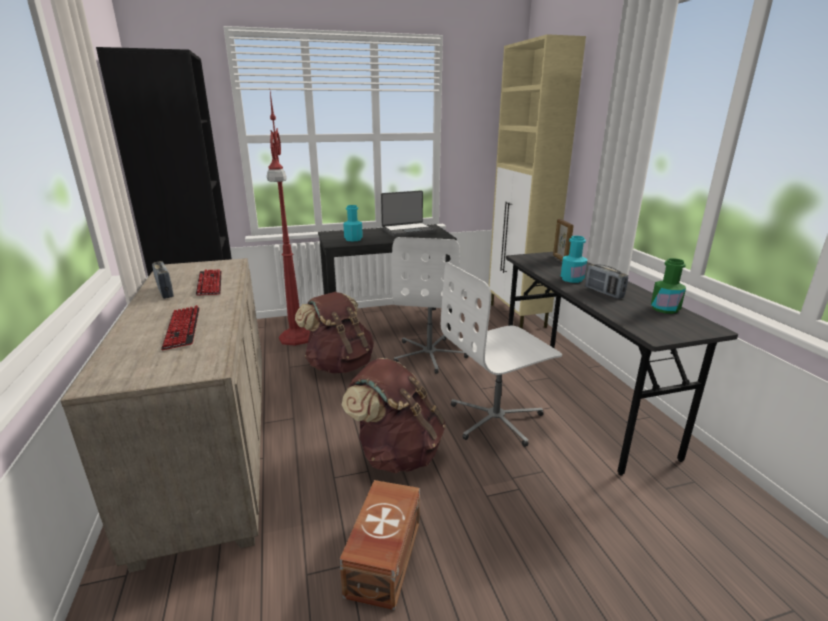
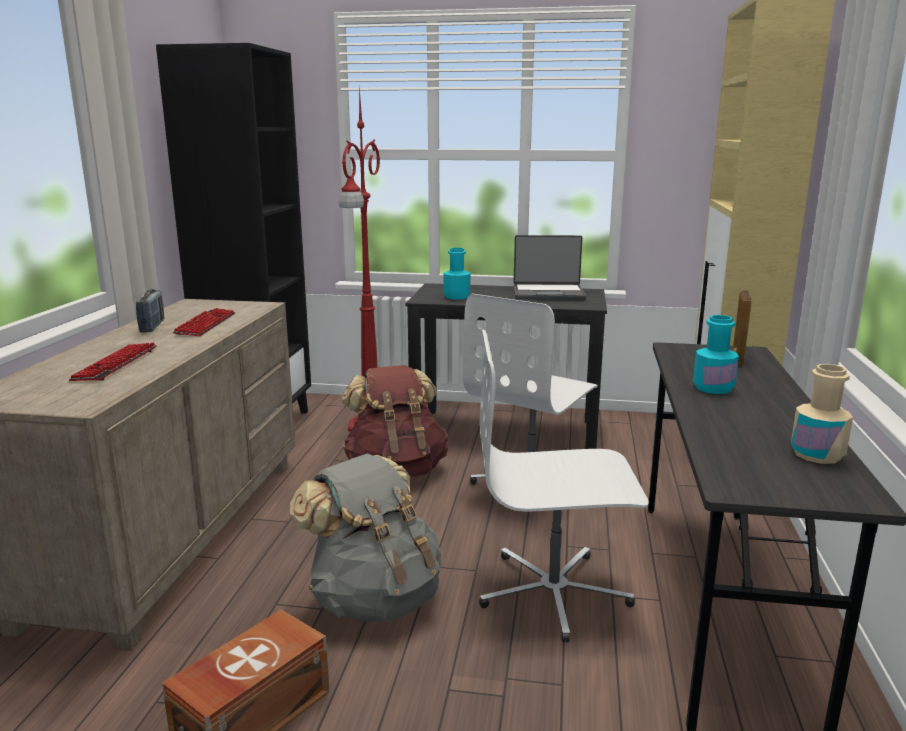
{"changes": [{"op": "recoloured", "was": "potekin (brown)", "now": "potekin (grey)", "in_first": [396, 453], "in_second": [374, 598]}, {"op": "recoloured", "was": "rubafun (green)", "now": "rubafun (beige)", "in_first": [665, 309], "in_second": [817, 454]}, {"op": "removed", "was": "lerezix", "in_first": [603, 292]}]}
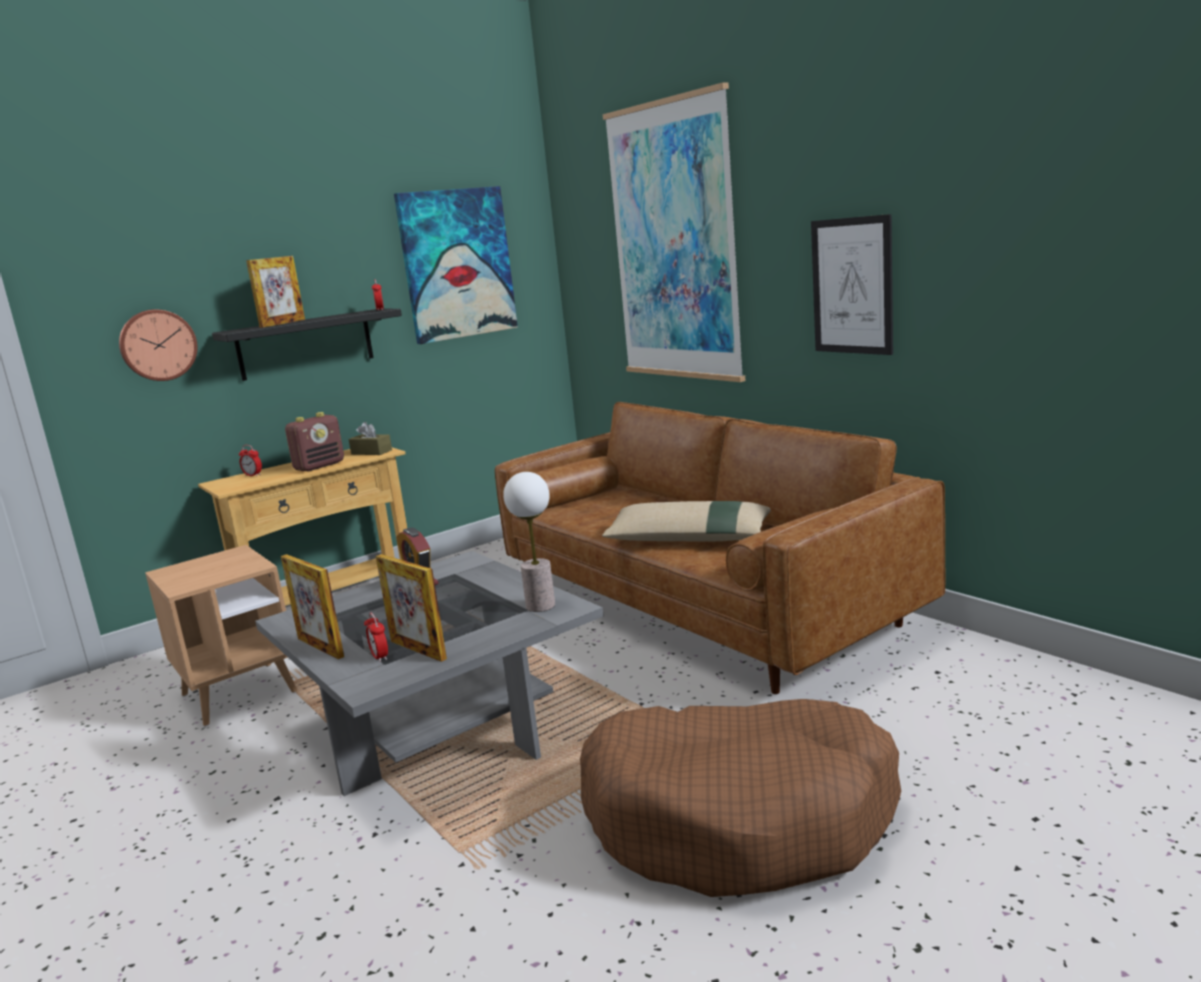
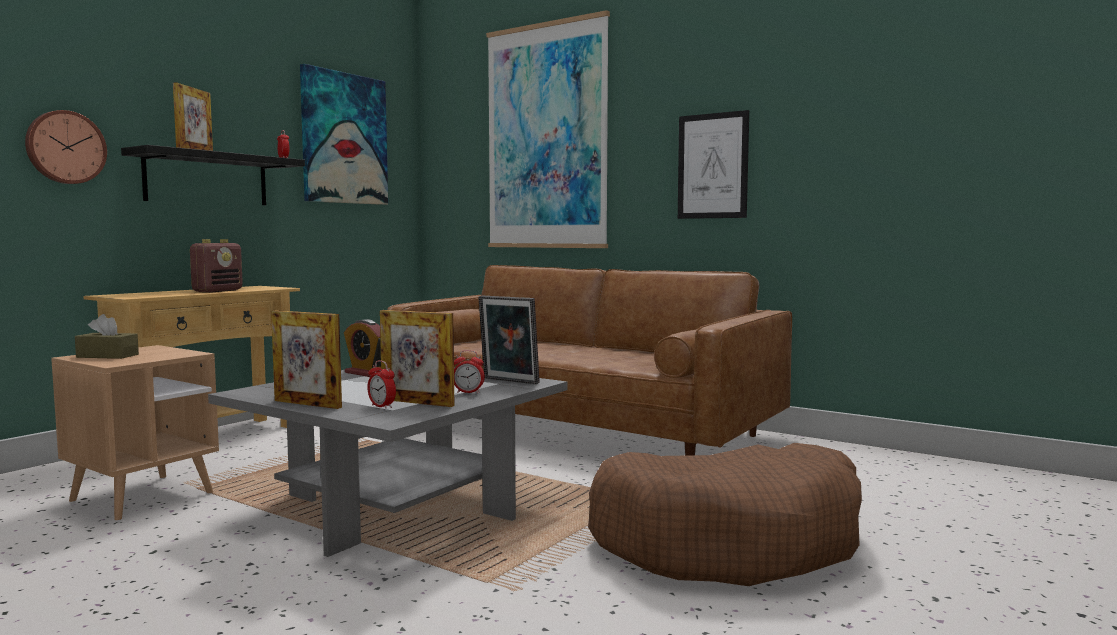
{"changes": [{"op": "moved", "was": "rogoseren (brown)", "in_first": [371, 452], "in_second": [107, 356]}, {"op": "moved", "was": "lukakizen", "in_first": [253, 475], "in_second": [468, 392]}, {"op": "replaced", "was": "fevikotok", "now": "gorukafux", "in_first": [541, 606], "in_second": [508, 381]}, {"op": "removed", "was": "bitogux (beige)", "in_first": [689, 538]}]}
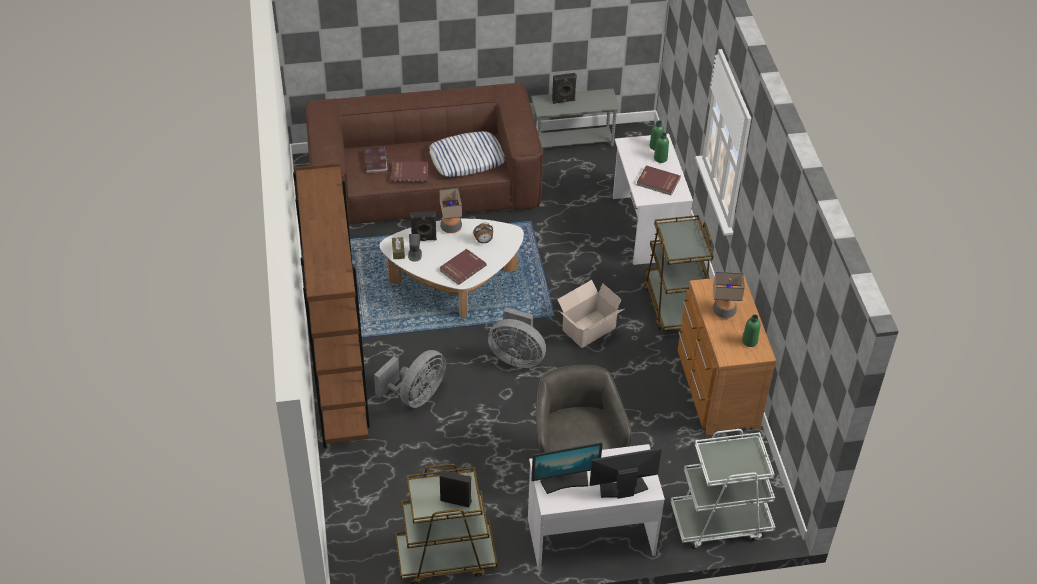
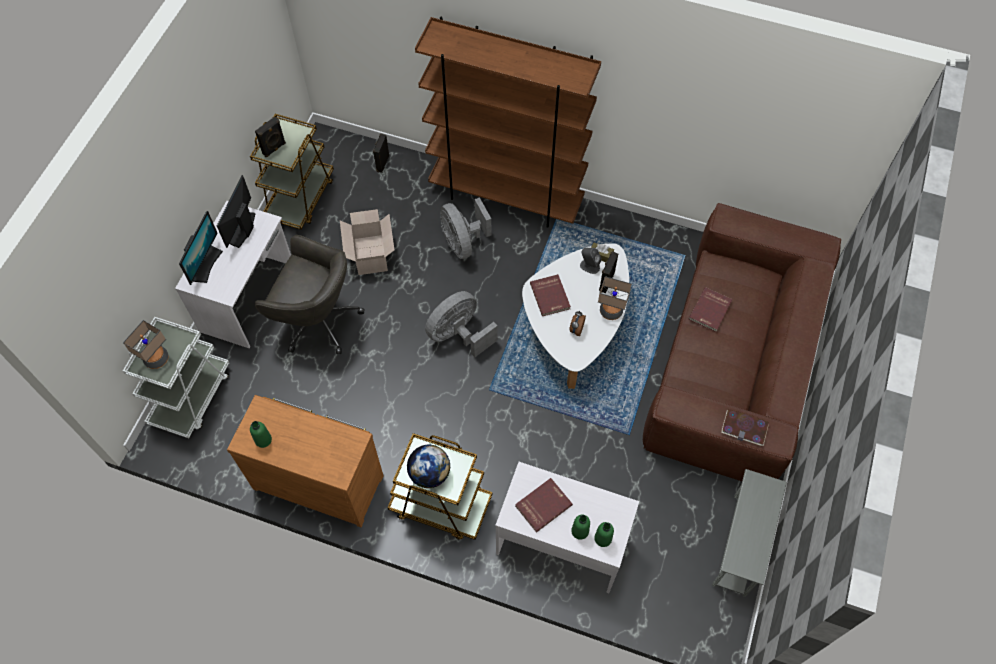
{"changes": [{"op": "moved", "was": "fevikotok", "in_first": [724, 311], "in_second": [156, 358]}, {"op": "moved", "was": "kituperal", "in_first": [587, 329], "in_second": [371, 253]}, {"op": "moved", "was": "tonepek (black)", "in_first": [563, 101], "in_second": [382, 163]}, {"op": "added", "now": "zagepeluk", "in_second": [430, 474]}, {"op": "moved", "was": "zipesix", "in_first": [375, 161], "in_second": [744, 428]}, {"op": "removed", "was": "bitogux", "in_first": [467, 159]}]}
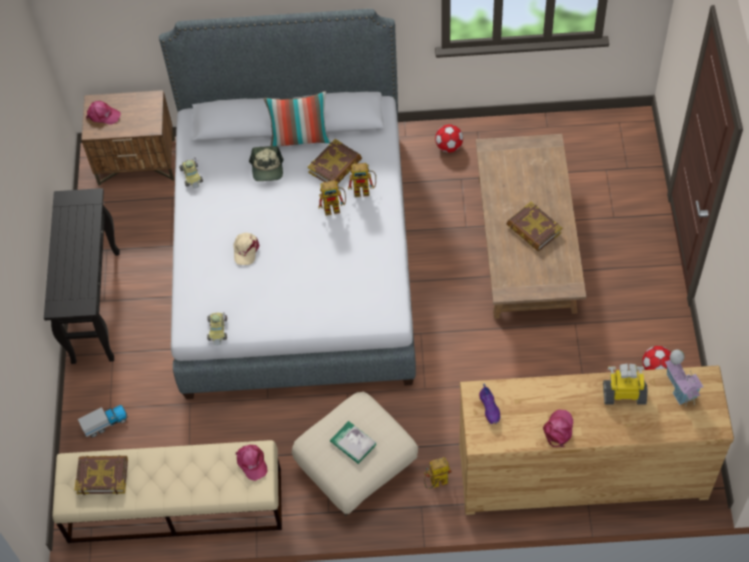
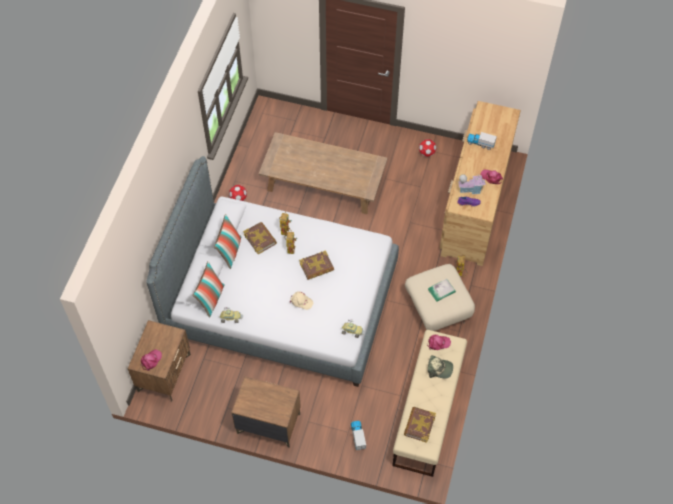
{"changes": [{"op": "added", "now": "bitogux", "in_second": [211, 299]}, {"op": "replaced", "was": "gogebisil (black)", "now": "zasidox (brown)", "in_first": [95, 305], "in_second": [268, 423]}, {"op": "moved", "was": "zipesix", "in_first": [533, 229], "in_second": [316, 267]}, {"op": "moved", "was": "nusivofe", "in_first": [267, 168], "in_second": [439, 369]}, {"op": "moved", "was": "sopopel", "in_first": [680, 388], "in_second": [470, 189]}, {"op": "replaced", "was": "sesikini", "now": "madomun", "in_first": [624, 393], "in_second": [480, 143]}]}
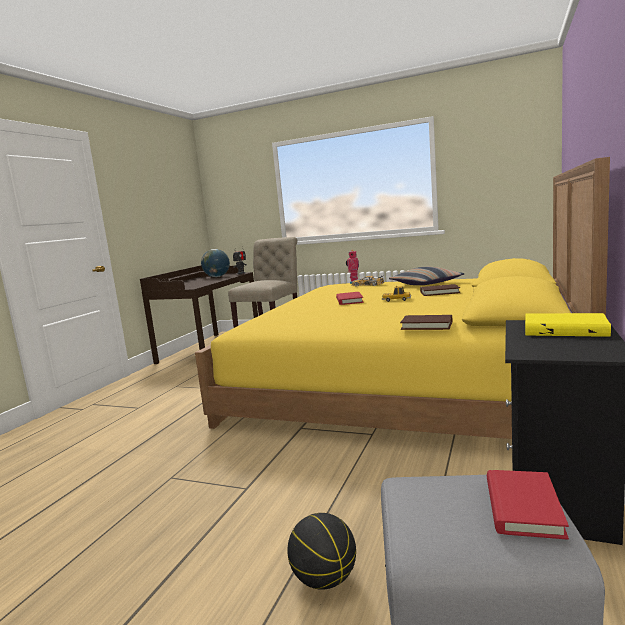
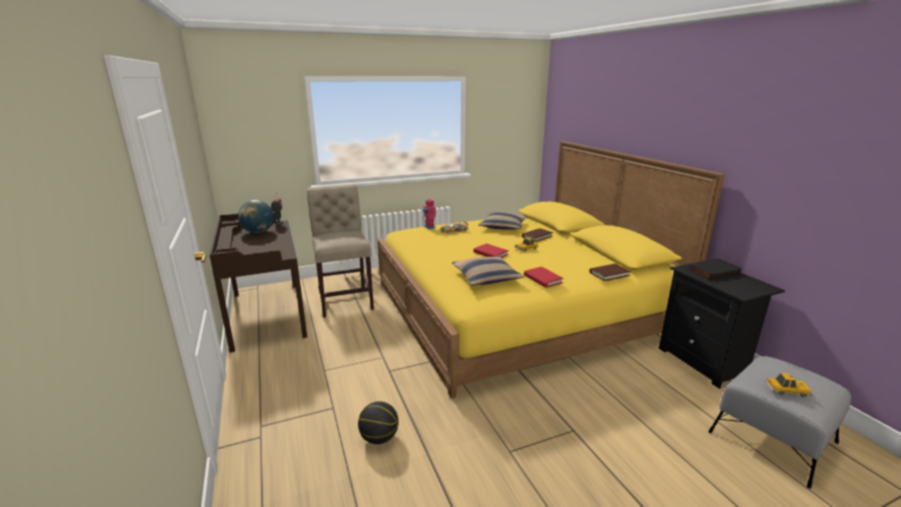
{"changes": [{"op": "moved", "was": "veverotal", "in_first": [324, 579], "in_second": [379, 438]}, {"op": "added", "now": "bitogux", "in_second": [486, 277]}, {"op": "moved", "was": "zipesix (red)", "in_first": [523, 507], "in_second": [543, 279]}, {"op": "recoloured", "was": "zipesix (yellow)", "now": "zipesix (black)", "in_first": [565, 329], "in_second": [712, 271]}, {"op": "added", "now": "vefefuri", "in_second": [787, 390]}]}
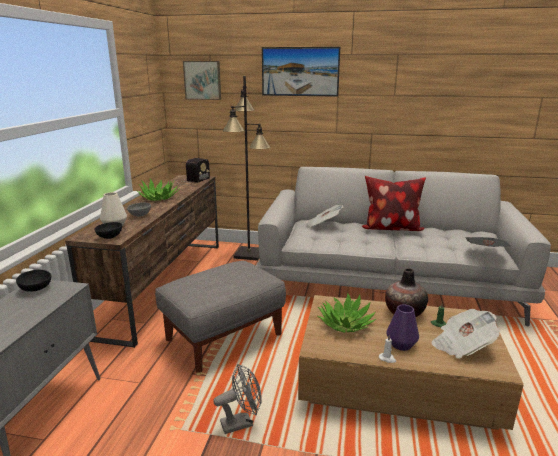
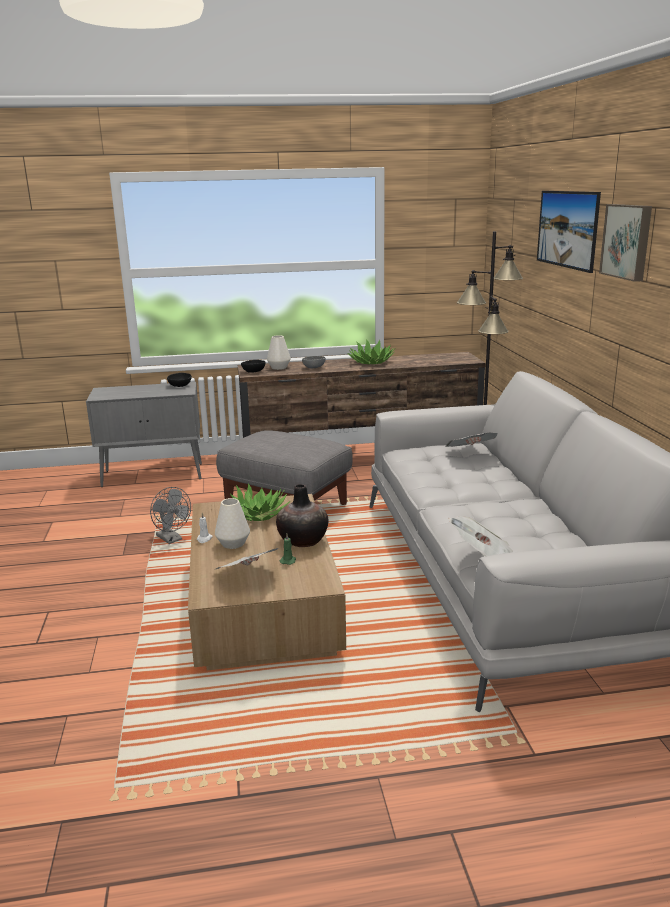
{"changes": [{"op": "recoloured", "was": "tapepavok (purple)", "now": "tapepavok (white)", "in_first": [401, 344], "in_second": [233, 543]}, {"op": "moved", "was": "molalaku", "in_first": [202, 80], "in_second": [628, 241]}, {"op": "removed", "was": "lerezix", "in_first": [192, 181]}, {"op": "removed", "was": "bitogux", "in_first": [391, 229]}]}
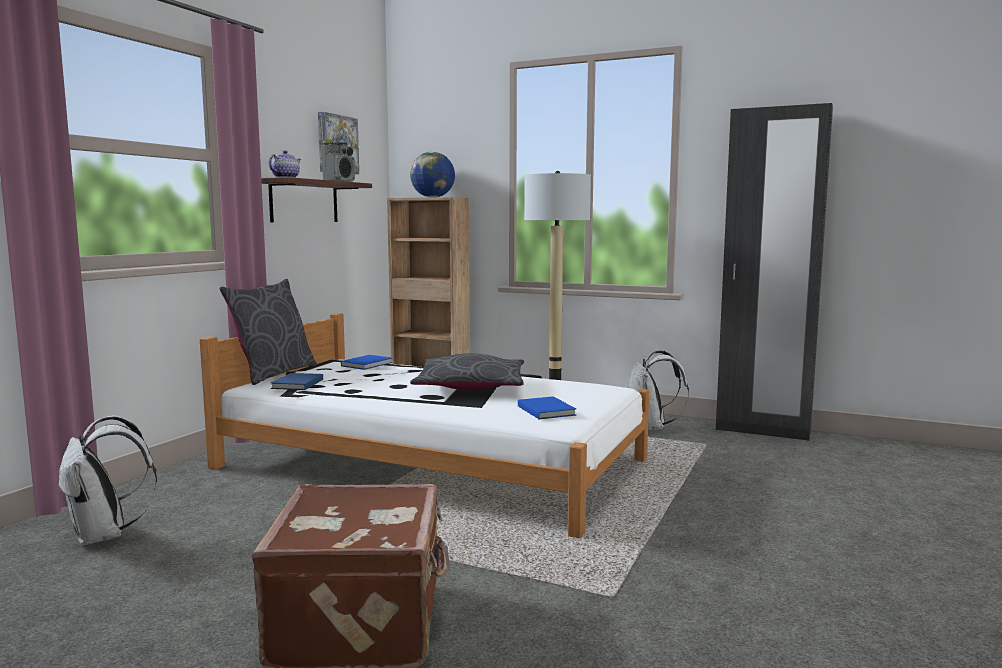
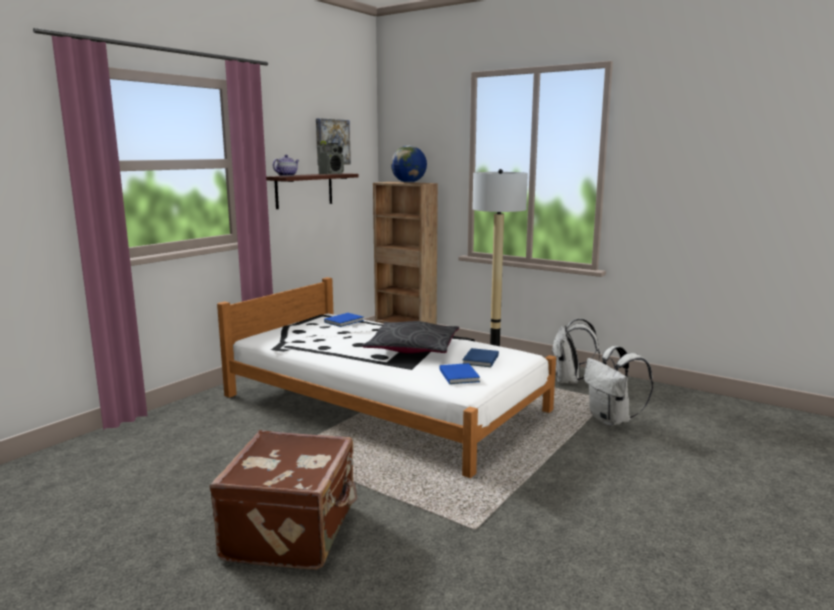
{"changes": [{"op": "moved", "was": "zipesix (blue)", "in_first": [296, 384], "in_second": [479, 360]}, {"op": "moved", "was": "potekin (white)", "in_first": [105, 535], "in_second": [612, 420]}, {"op": "removed", "was": "bitogux (grey)", "in_first": [273, 374]}, {"op": "removed", "was": "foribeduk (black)", "in_first": [762, 430]}]}
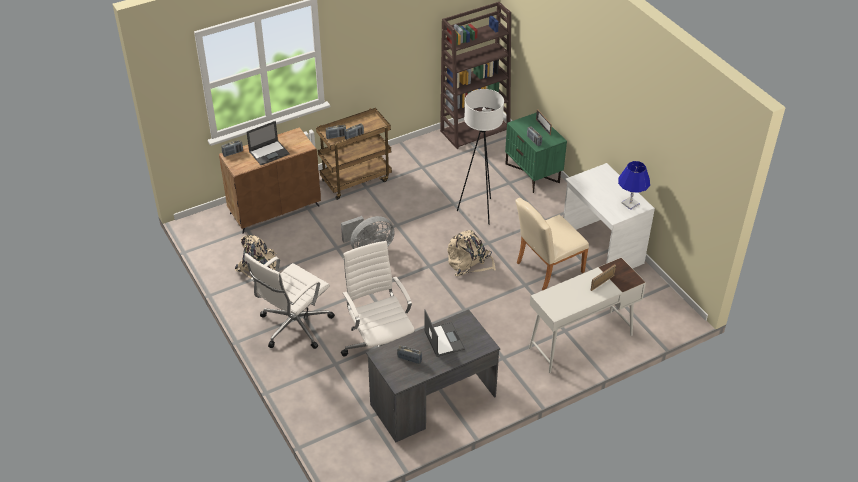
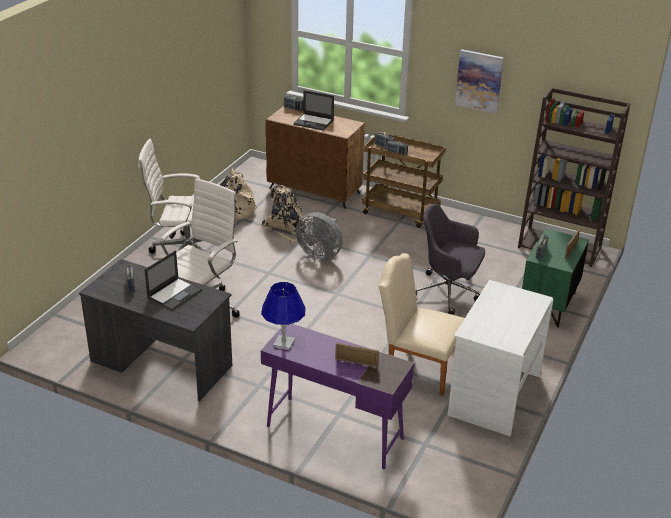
{"changes": [{"op": "moved", "was": "potekin (beige)", "in_first": [469, 263], "in_second": [286, 228]}, {"op": "moved", "was": "fevikotok (blue)", "in_first": [630, 204], "in_second": [283, 343]}, {"op": "recoloured", "was": "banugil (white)", "now": "banugil (purple)", "in_first": [580, 341], "in_second": [334, 432]}, {"op": "replaced", "was": "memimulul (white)", "now": "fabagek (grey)", "in_first": [479, 211], "in_second": [448, 293]}, {"op": "added", "now": "molalaku", "in_second": [479, 81]}]}
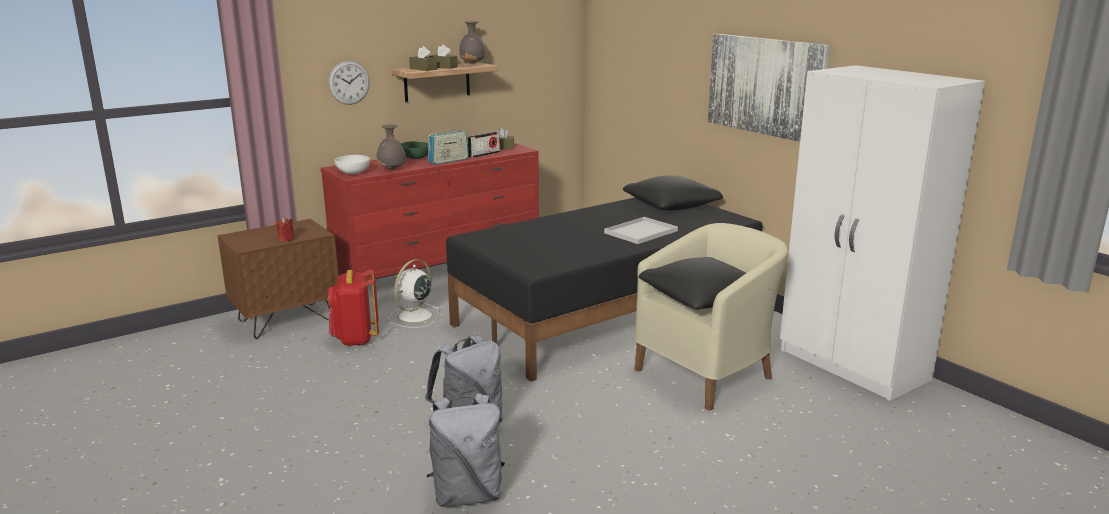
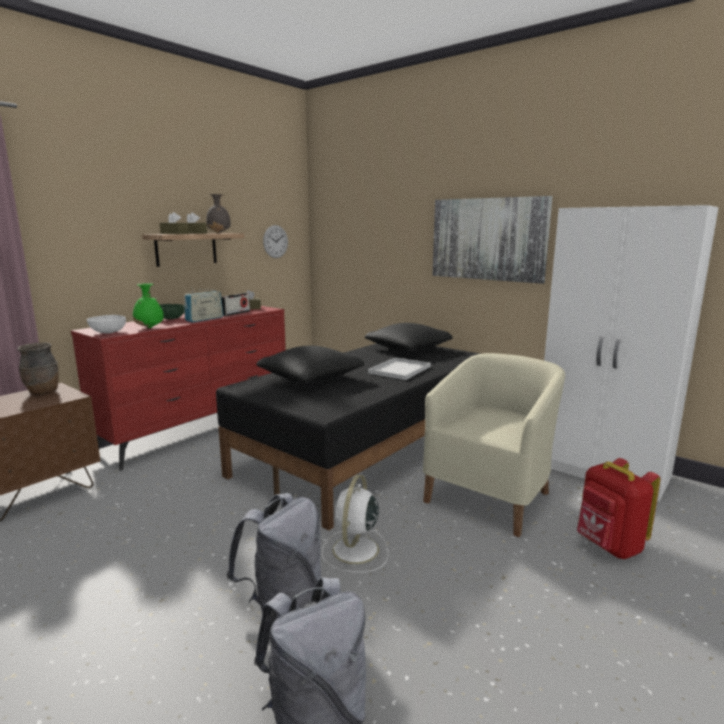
{"changes": [{"op": "added", "now": "tapepavok (brown)", "in_second": [43, 393]}, {"op": "recoloured", "was": "tapepavok (grey)", "now": "tapepavok (green)", "in_first": [392, 169], "in_second": [149, 328]}, {"op": "moved", "was": "bitogux (black)", "in_first": [702, 299], "in_second": [311, 378]}, {"op": "moved", "was": "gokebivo", "in_first": [349, 82], "in_second": [275, 241]}, {"op": "moved", "was": "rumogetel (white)", "in_first": [414, 317], "in_second": [355, 551]}, {"op": "moved", "was": "potekin (red)", "in_first": [355, 339], "in_second": [608, 546]}, {"op": "removed", "was": "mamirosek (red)", "in_first": [286, 239]}]}
